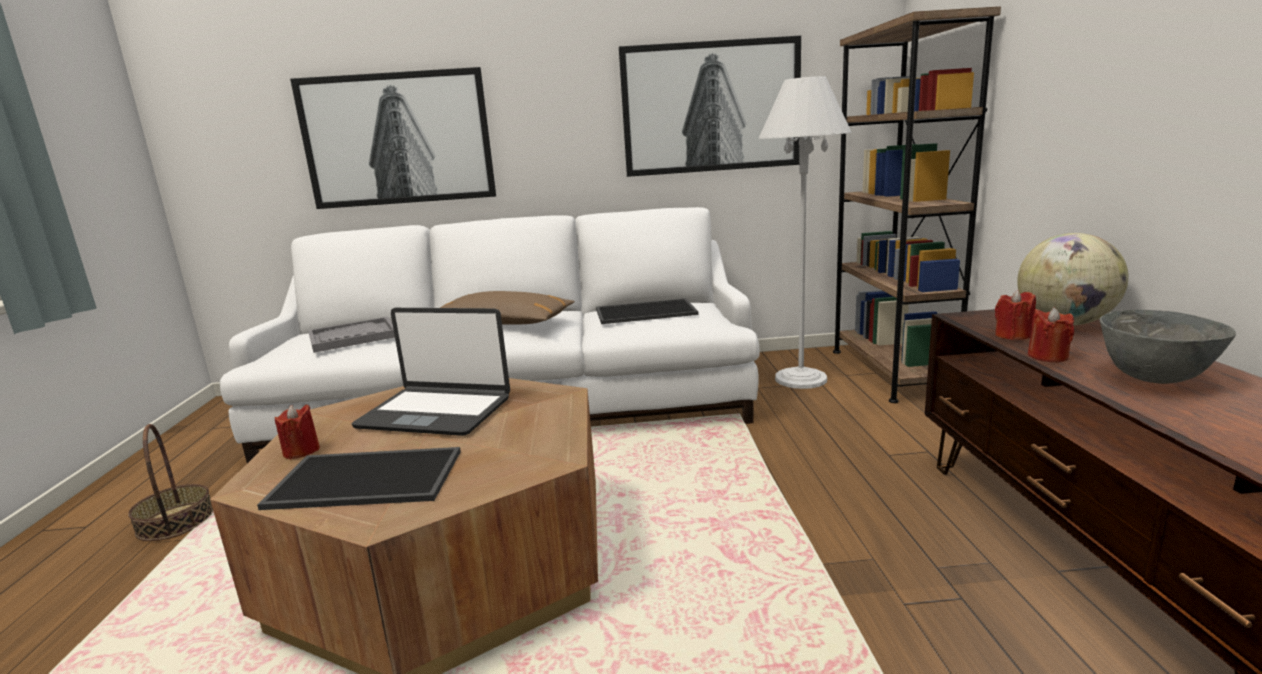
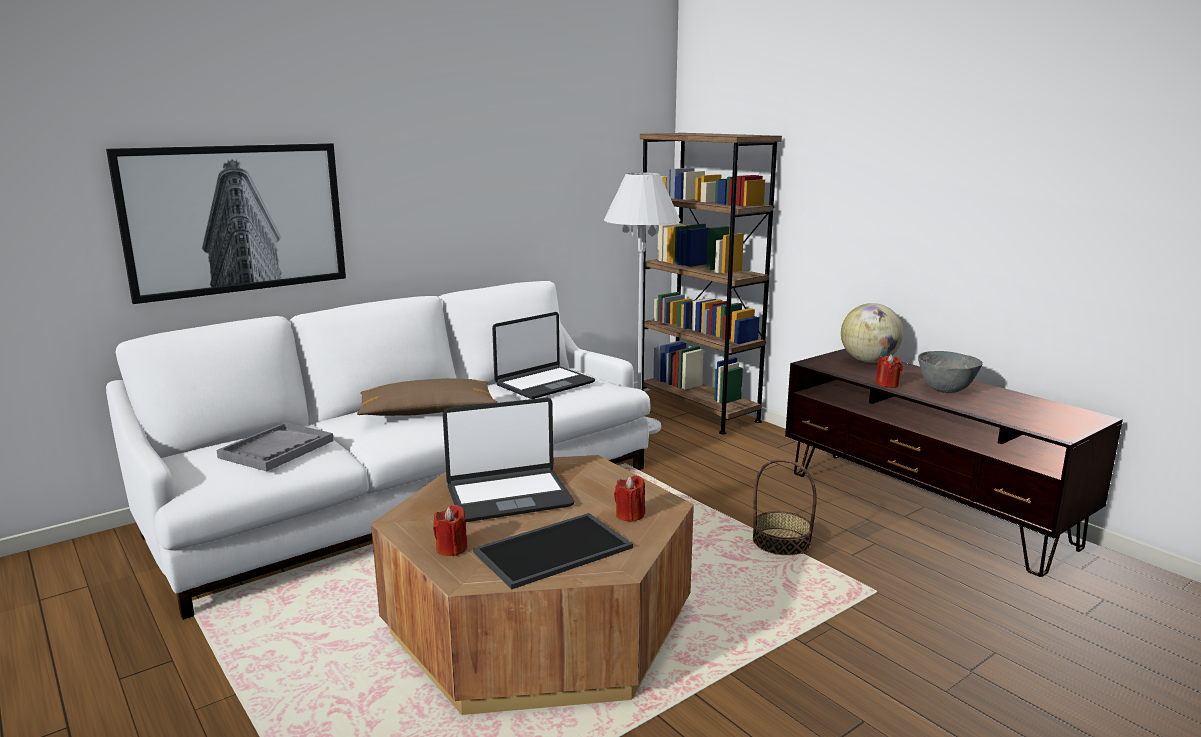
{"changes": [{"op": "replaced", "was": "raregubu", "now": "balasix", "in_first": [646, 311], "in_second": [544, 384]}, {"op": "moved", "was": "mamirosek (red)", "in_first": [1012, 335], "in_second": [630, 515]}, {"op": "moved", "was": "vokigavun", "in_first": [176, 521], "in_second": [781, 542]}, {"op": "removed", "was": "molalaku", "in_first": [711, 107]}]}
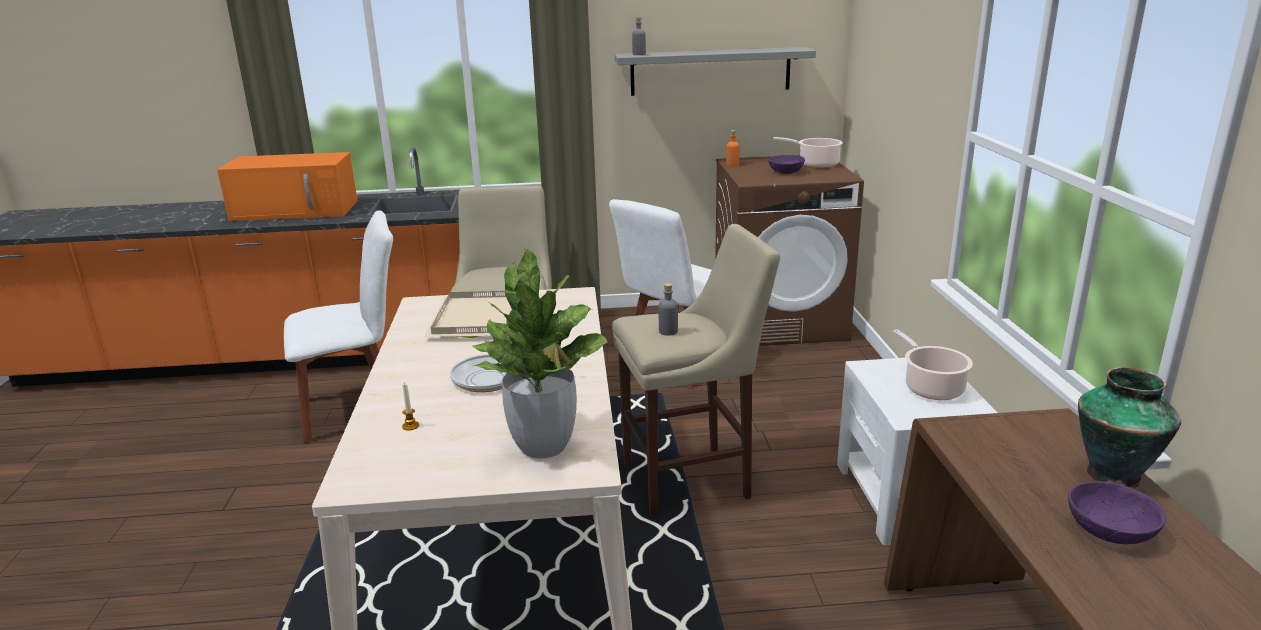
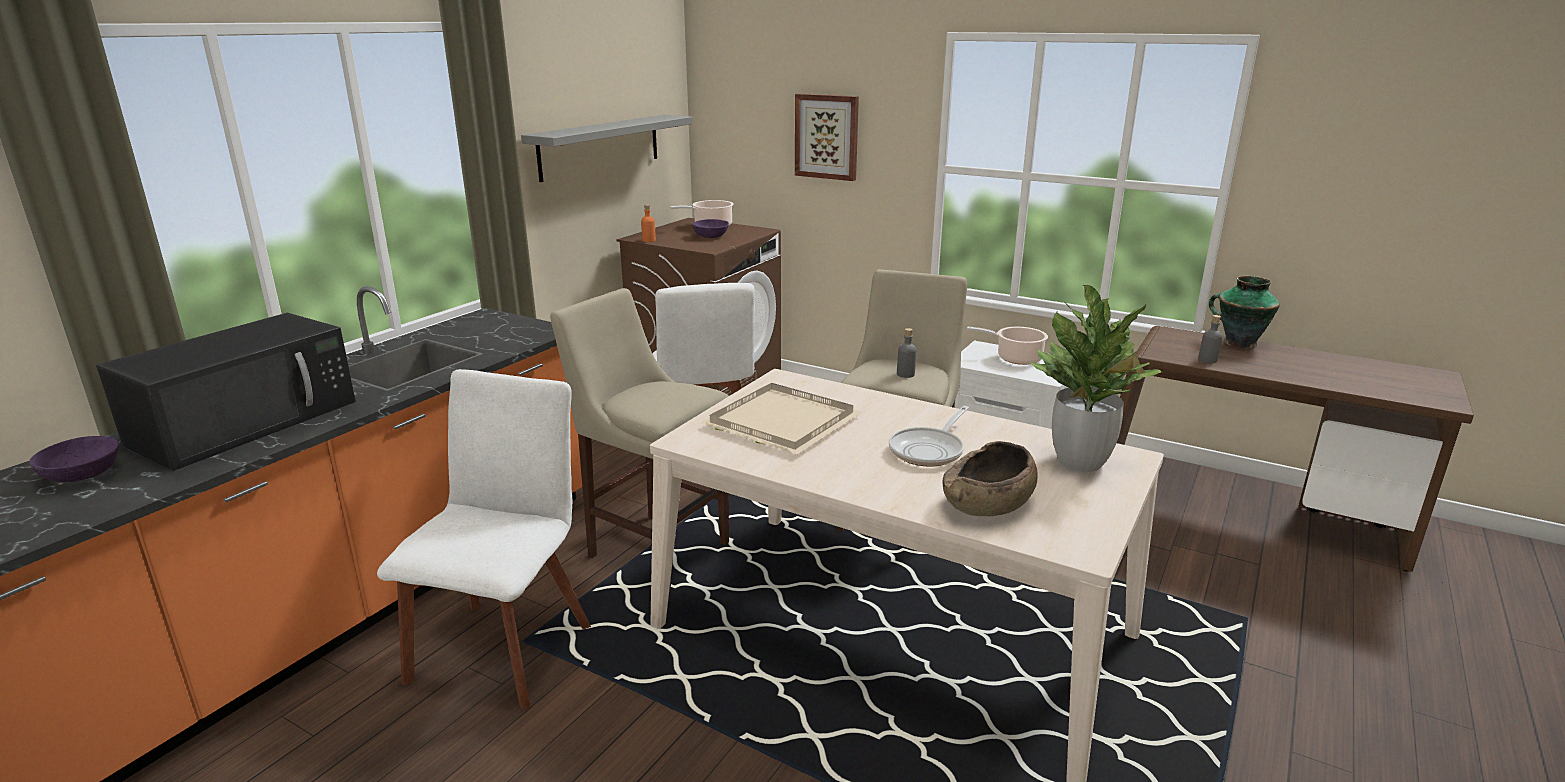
{"changes": [{"op": "moved", "was": "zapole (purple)", "in_first": [1109, 530], "in_second": [82, 474]}, {"op": "recoloured", "was": "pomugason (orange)", "now": "pomugason (black)", "in_first": [297, 210], "in_second": [248, 421]}, {"op": "added", "now": "molalaku", "in_second": [827, 136]}, {"op": "replaced", "was": "mamirosek", "now": "zapole (brown)", "in_first": [410, 426], "in_second": [988, 504]}, {"op": "moved", "was": "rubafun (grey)", "in_first": [639, 54], "in_second": [1207, 360]}]}
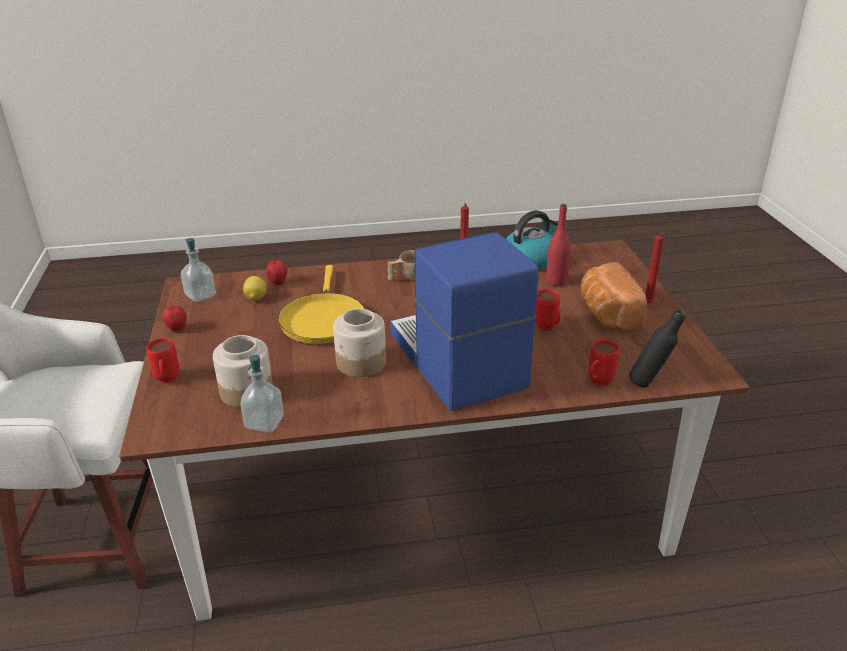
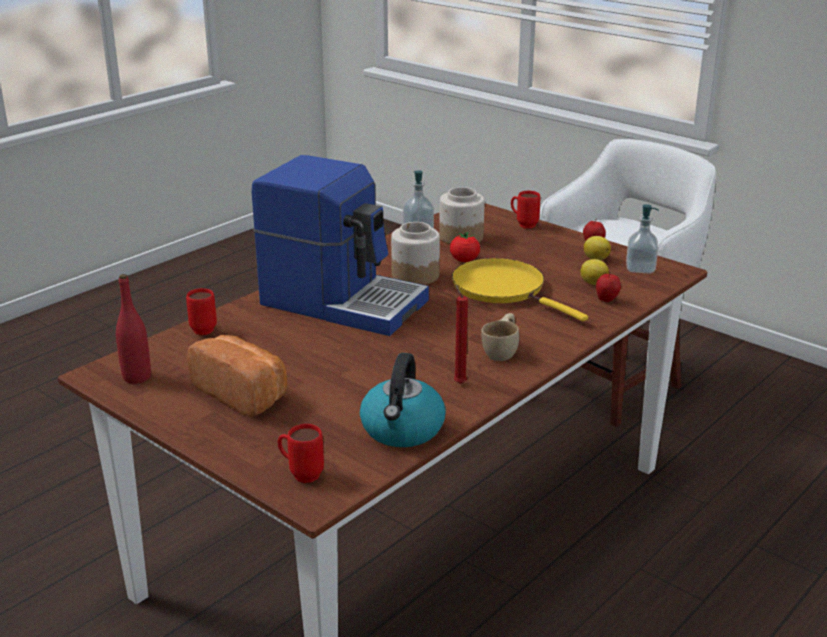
{"changes": [{"op": "moved", "was": "rubafun (red)", "in_first": [556, 282], "in_second": [137, 377]}, {"op": "moved", "was": "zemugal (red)", "in_first": [547, 328], "in_second": [300, 474]}, {"op": "added", "now": "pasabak", "in_second": [464, 260]}, {"op": "added", "now": "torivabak", "in_second": [595, 258]}, {"op": "removed", "was": "rubafun (black)", "in_first": [649, 384]}, {"op": "removed", "was": "mamirosek (red)", "in_first": [648, 304]}]}
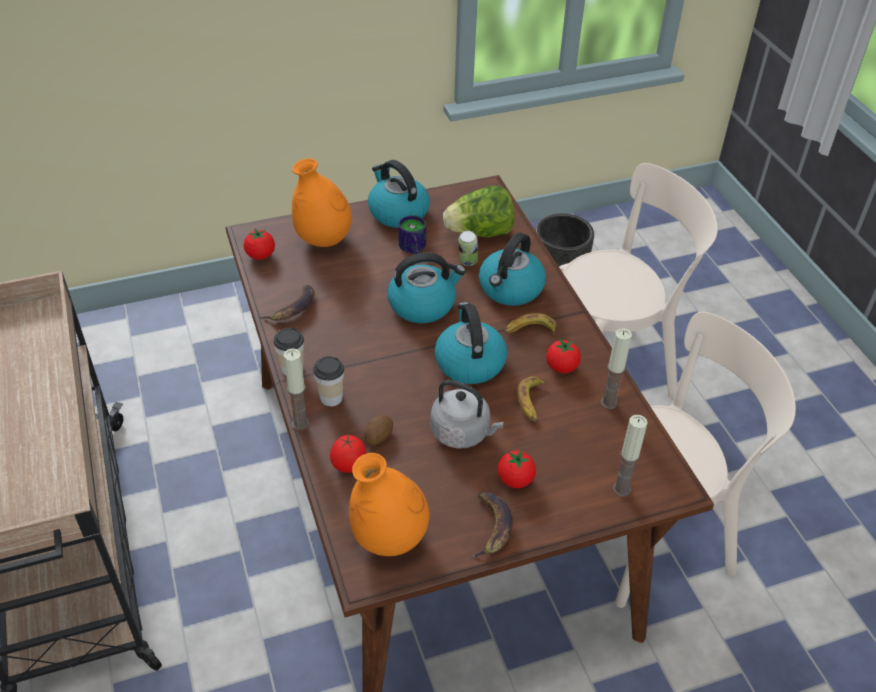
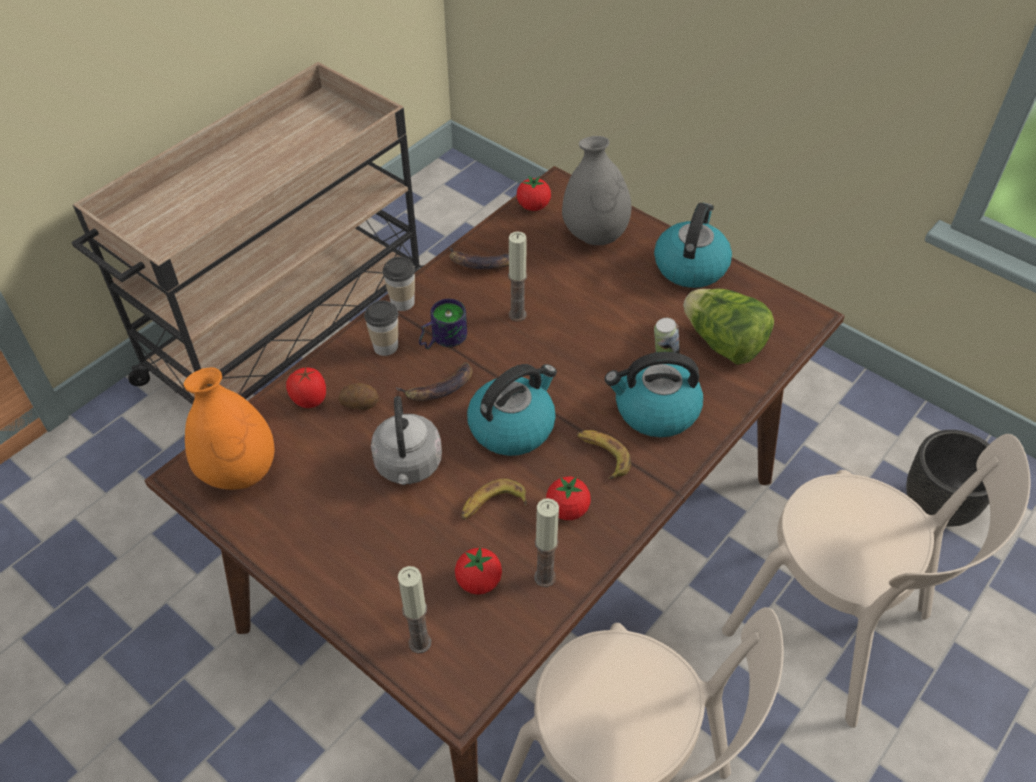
{"changes": [{"op": "moved", "was": "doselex", "in_first": [491, 527], "in_second": [439, 388]}, {"op": "moved", "was": "zemugal", "in_first": [411, 250], "in_second": [441, 338]}, {"op": "moved", "was": "pasabak", "in_first": [515, 480], "in_second": [479, 581]}, {"op": "moved", "was": "mamirosek", "in_first": [300, 423], "in_second": [517, 314]}, {"op": "recoloured", "was": "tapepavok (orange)", "now": "tapepavok (grey)", "in_first": [323, 240], "in_second": [594, 235]}, {"op": "removed", "was": "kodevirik", "in_first": [423, 304]}]}
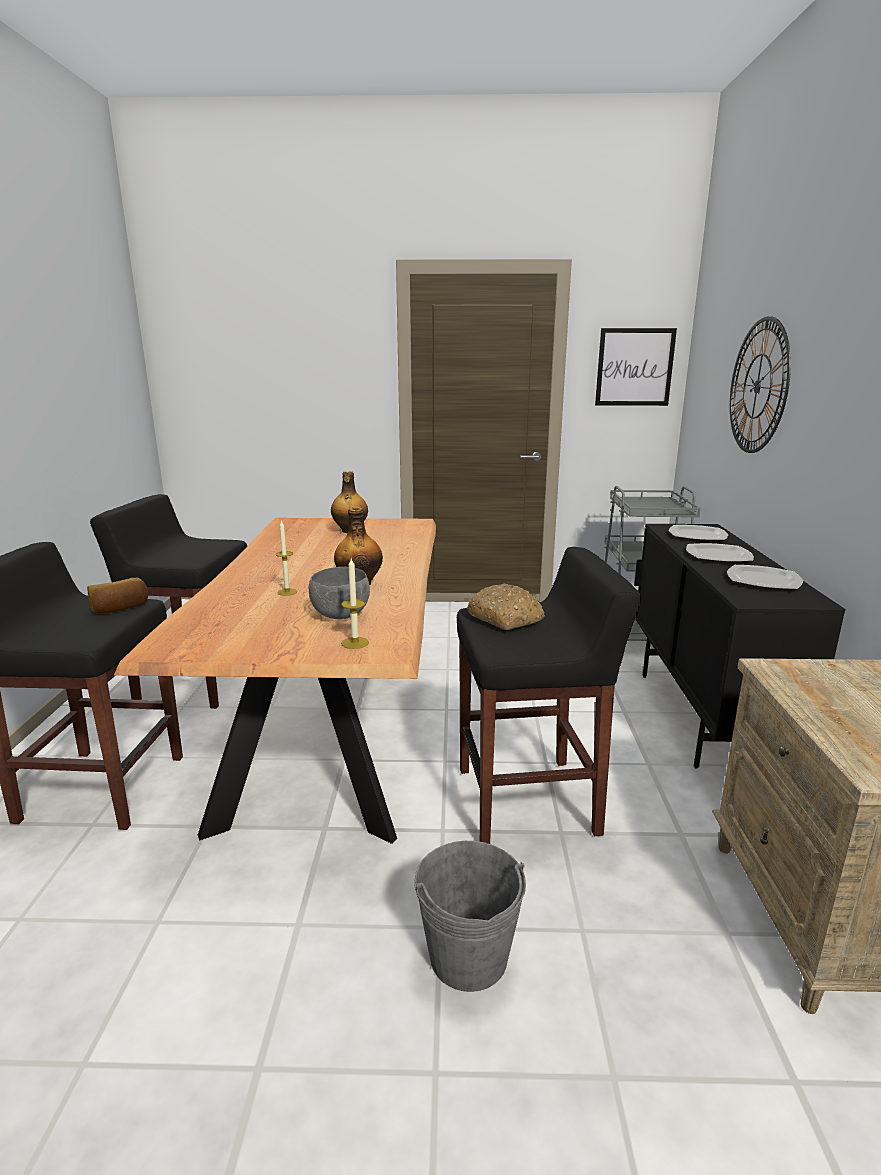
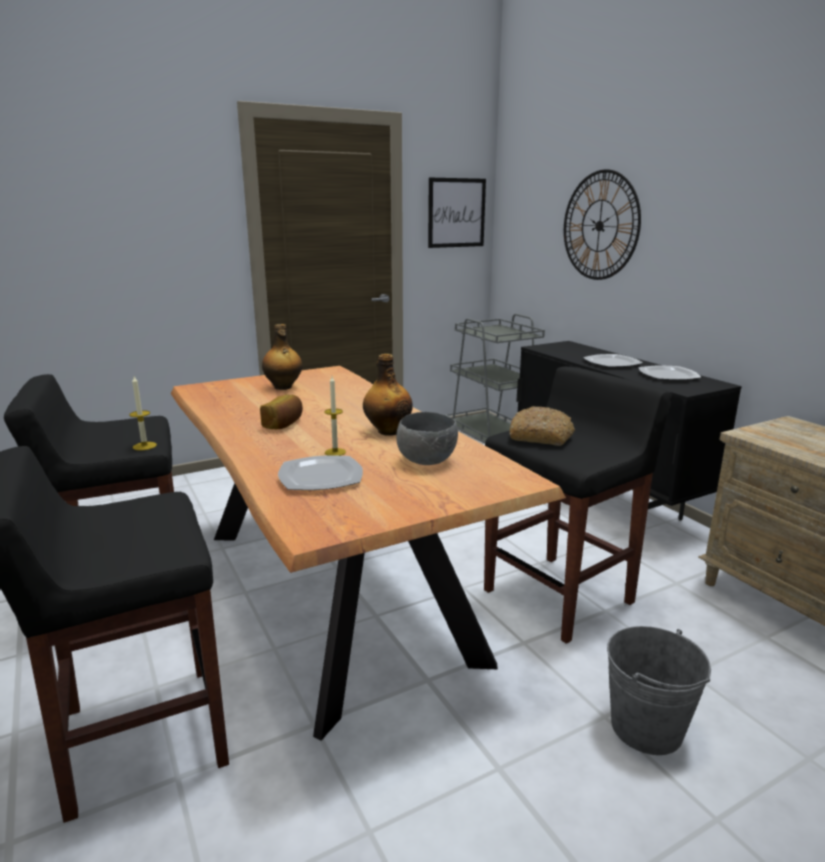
{"changes": [{"op": "moved", "was": "mamirosek", "in_first": [355, 643], "in_second": [144, 446]}, {"op": "moved", "was": "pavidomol", "in_first": [120, 608], "in_second": [284, 424]}, {"op": "moved", "was": "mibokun", "in_first": [697, 535], "in_second": [320, 477]}]}
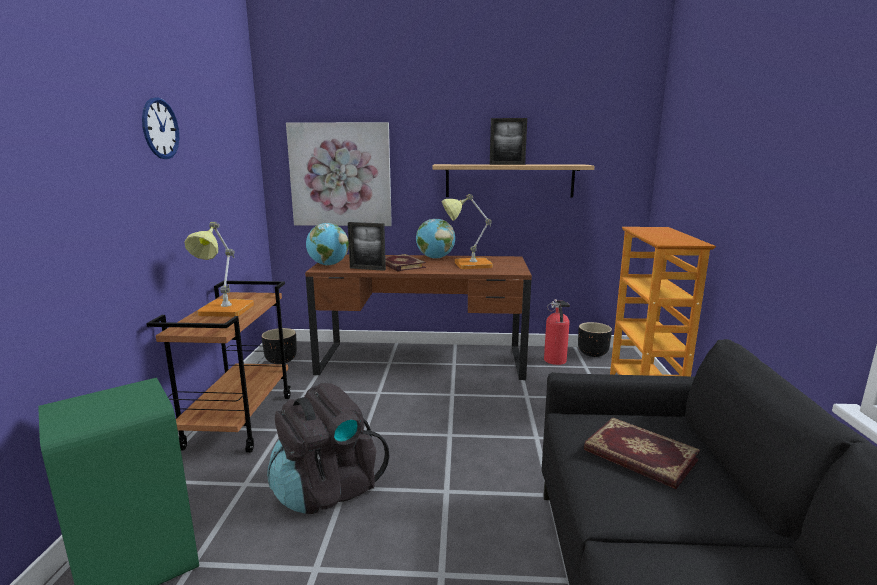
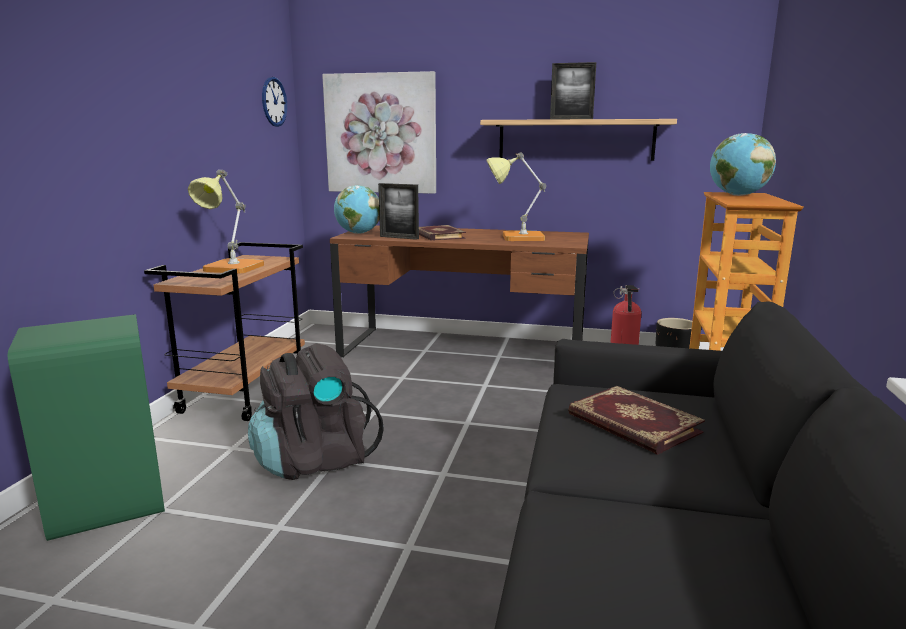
{"changes": [{"op": "moved", "was": "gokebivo", "in_first": [160, 128], "in_second": [274, 102]}, {"op": "moved", "was": "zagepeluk", "in_first": [435, 258], "in_second": [737, 195]}, {"op": "removed", "was": "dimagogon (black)", "in_first": [281, 360]}]}
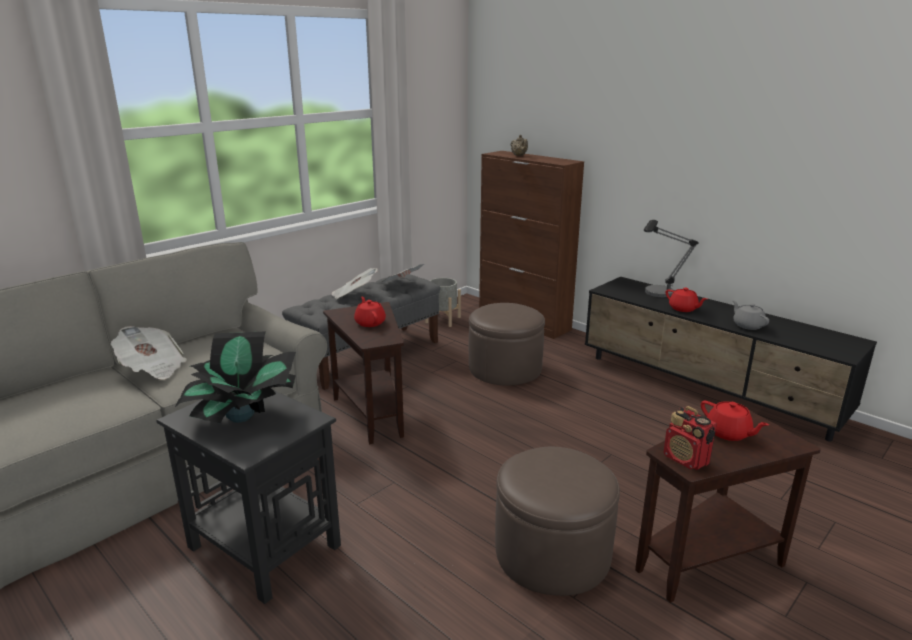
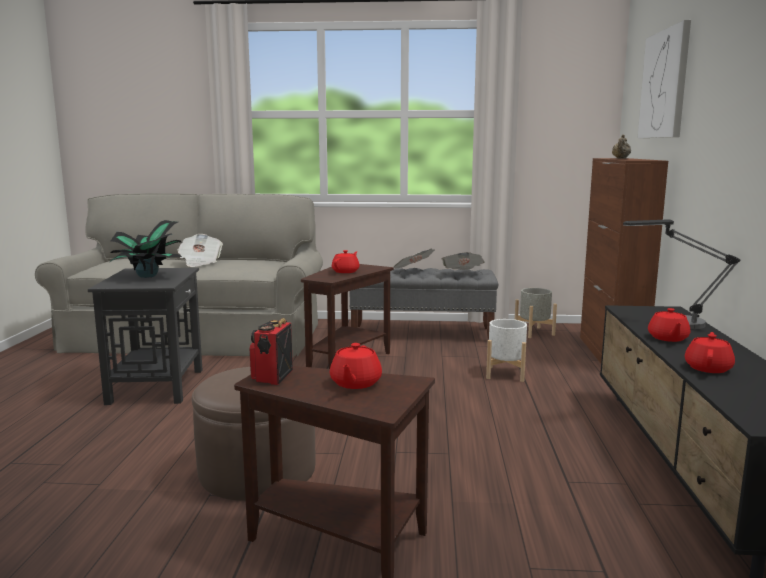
{"changes": [{"op": "replaced", "was": "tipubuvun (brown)", "now": "dimagogon (white)", "in_first": [505, 368], "in_second": [505, 374]}, {"op": "added", "now": "molalaku", "in_second": [665, 84]}, {"op": "recoloured", "was": "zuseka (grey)", "now": "zuseka (red)", "in_first": [747, 325], "in_second": [708, 368]}]}
